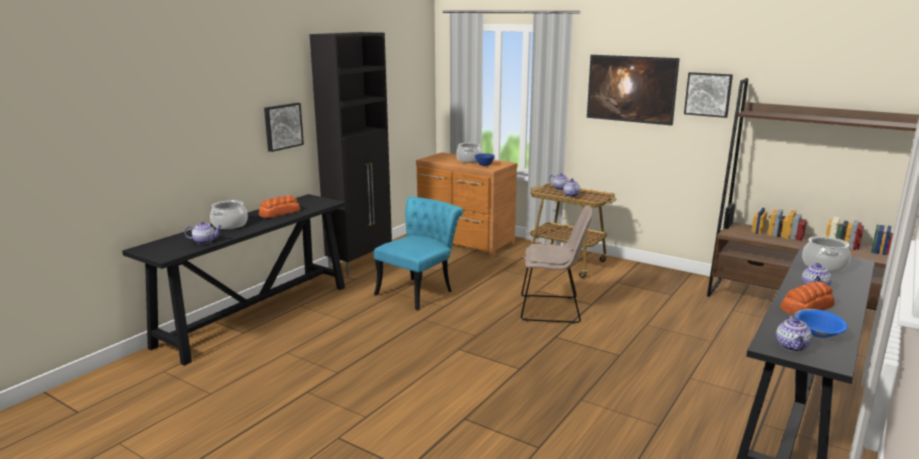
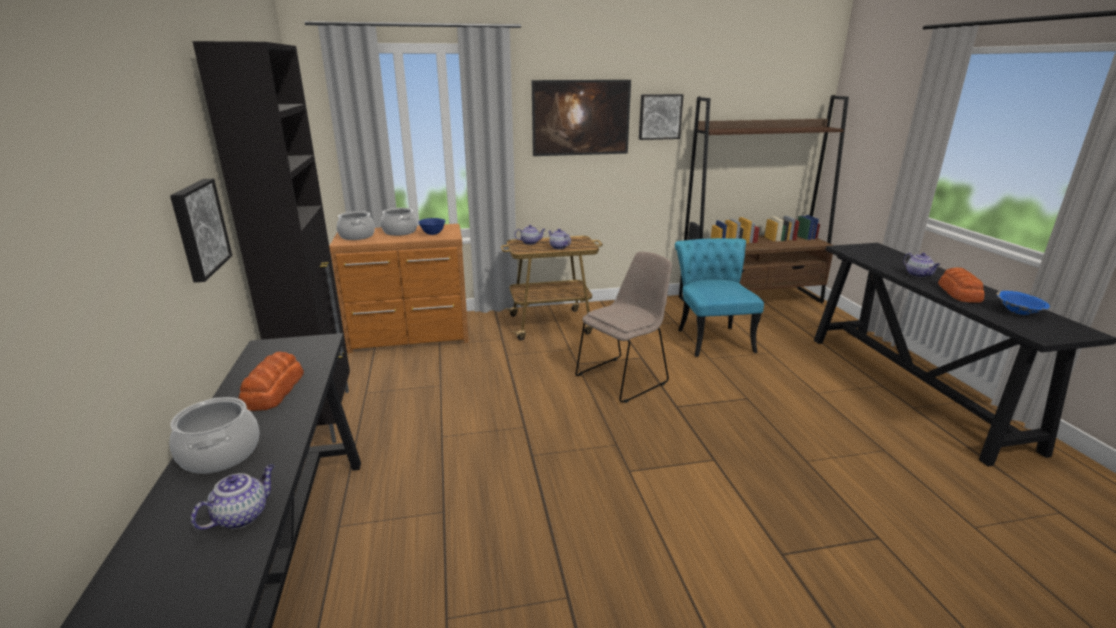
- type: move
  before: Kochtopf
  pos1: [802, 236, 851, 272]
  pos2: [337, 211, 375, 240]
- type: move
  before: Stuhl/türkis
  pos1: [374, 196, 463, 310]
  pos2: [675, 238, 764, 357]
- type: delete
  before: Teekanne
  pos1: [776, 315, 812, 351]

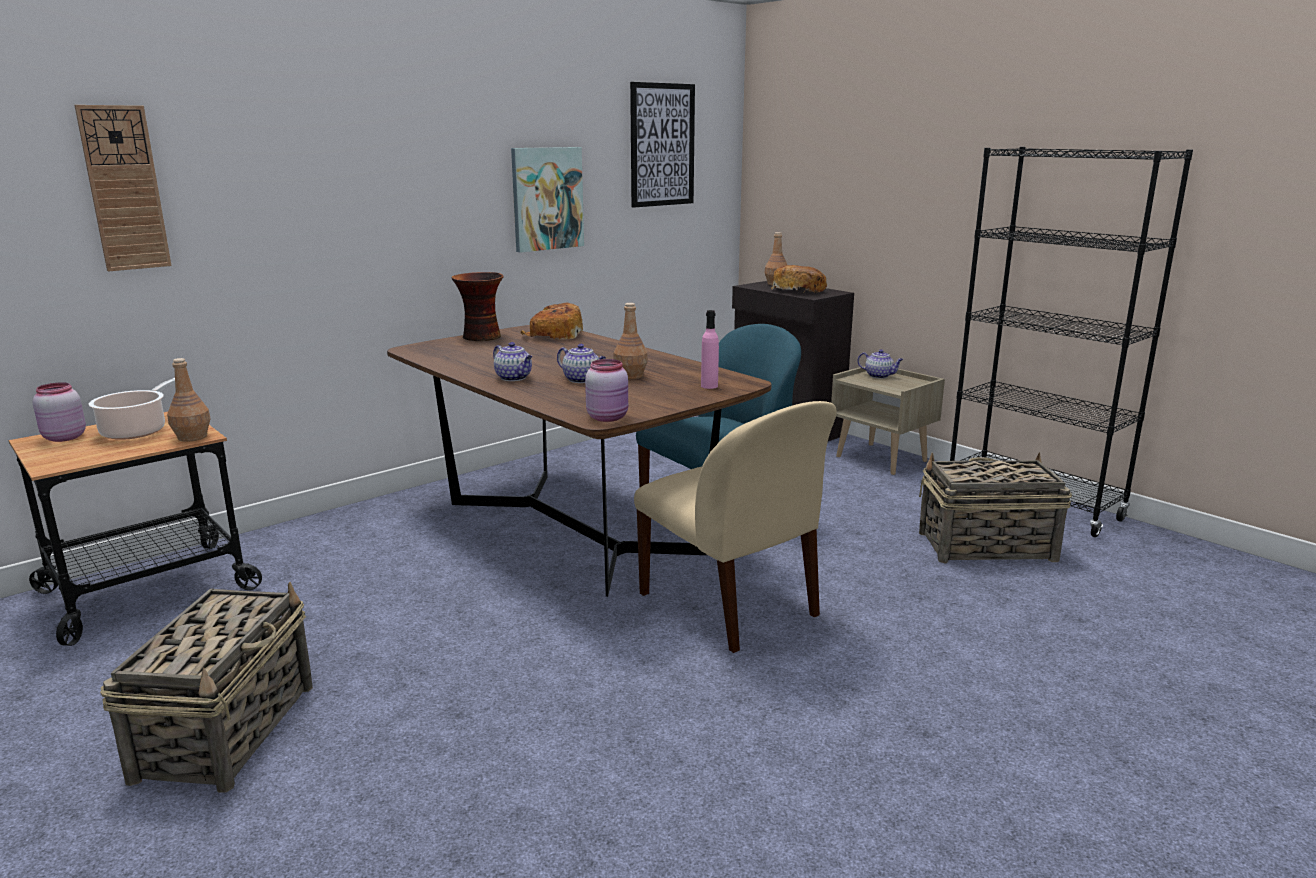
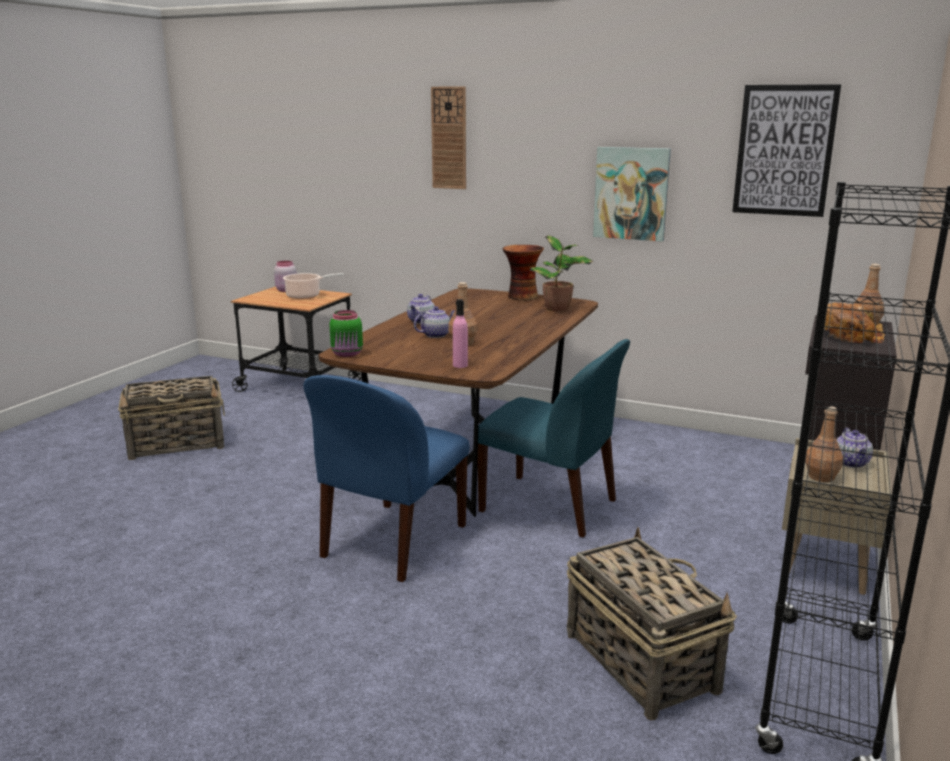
- type: recolor
  before: Stuhl/beige
  after: Stuhl/blau
  pos1: [634, 401, 837, 653]
  pos2: [303, 375, 470, 582]
- type: recolor
  before: Vorratsglas/rosa
  after: Vorratsglas/grün
  pos1: [585, 359, 628, 422]
  pos2: [330, 310, 363, 357]
- type: rotate
  before: Teekanne
  pos1: [557, 344, 606, 383]
  pos2: [414, 306, 455, 338]
  turn: -135
- type: move
  before: Wanduhr
  pos1: [75, 105, 172, 272]
  pos2: [431, 86, 466, 189]
- type: replace
  before: Brot
  after: Topfpflanze
  pos1: [521, 303, 583, 340]
  pos2: [530, 235, 593, 311]
- type: move
  before: Flasche/braun
  pos1: [167, 358, 211, 442]
  pos2: [805, 406, 843, 482]

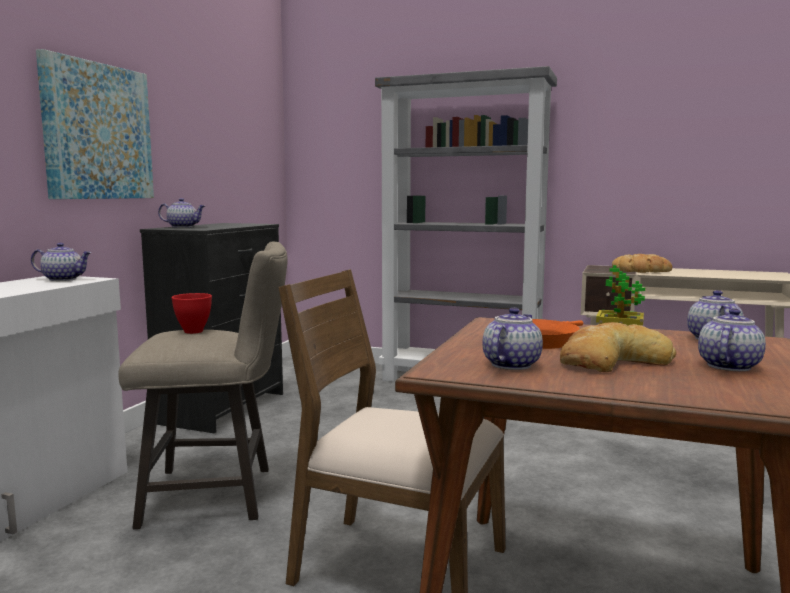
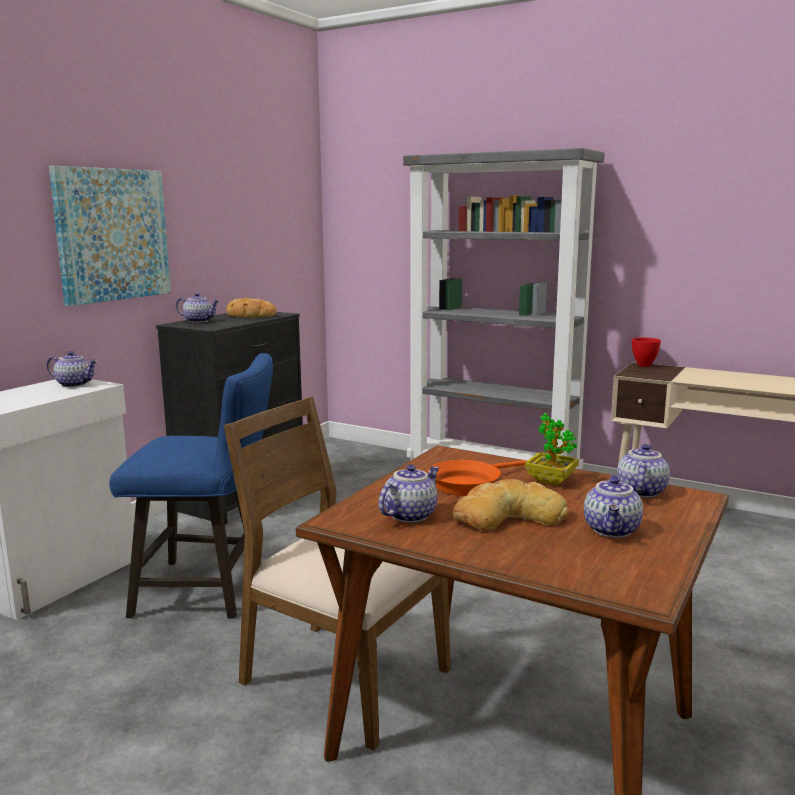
- type: recolor
  before: Hocker/beige
  after: Hocker/blau
  pos1: [118, 242, 288, 529]
  pos2: [109, 353, 273, 619]
- type: move
  before: Brot
  pos1: [612, 254, 672, 273]
  pos2: [226, 298, 277, 318]
- type: rotate
  before: Teekanne
  pos1: [698, 308, 766, 371]
  pos2: [584, 475, 643, 538]
  turn: 150
- type: move
  before: Schüssel/rot
  pos1: [172, 293, 212, 334]
  pos2: [632, 337, 661, 367]

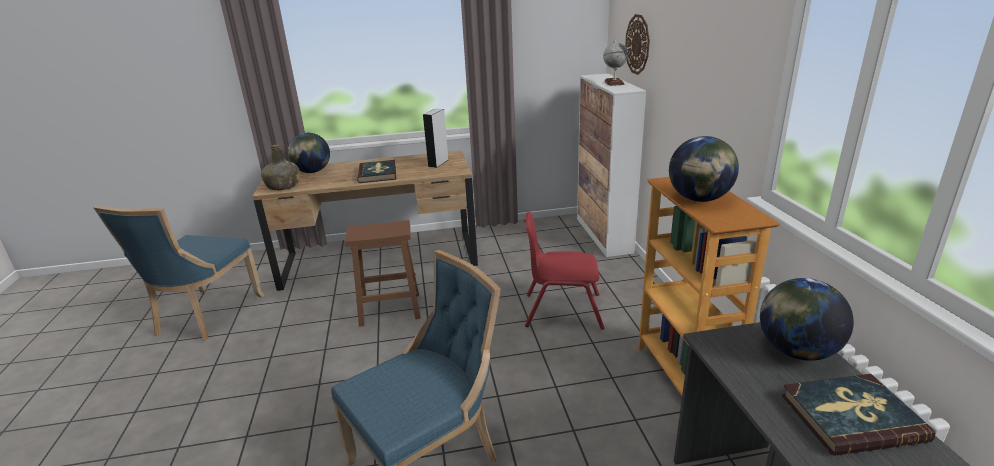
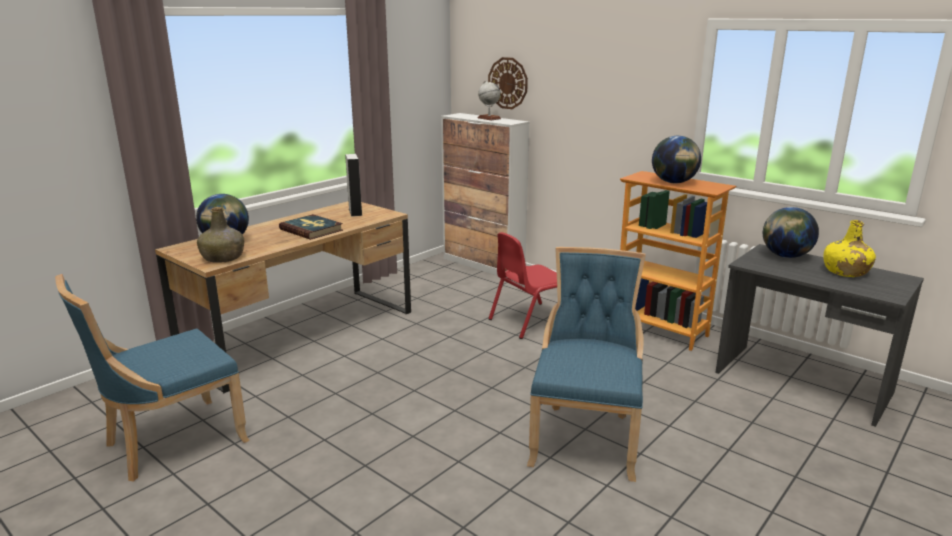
- type: rotate
  before: Stuhl/blau
  pos1: [94, 205, 265, 341]
  pos2: [55, 274, 250, 482]
  turn: 75
- type: replace
  before: Buch
  after: Flasche/gelb
  pos1: [781, 374, 935, 456]
  pos2: [823, 220, 876, 277]
- type: delete
  before: Hocker/braun
  pos1: [345, 220, 420, 327]

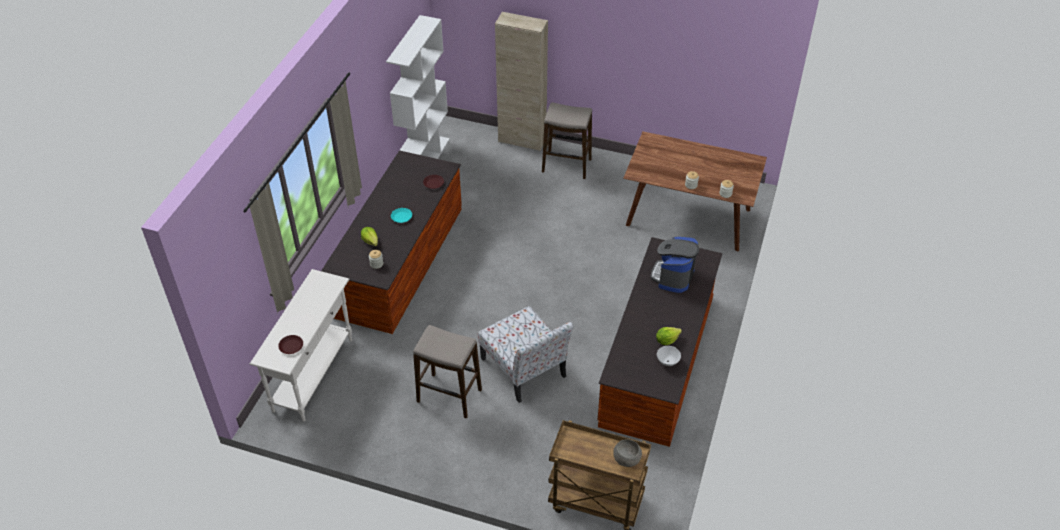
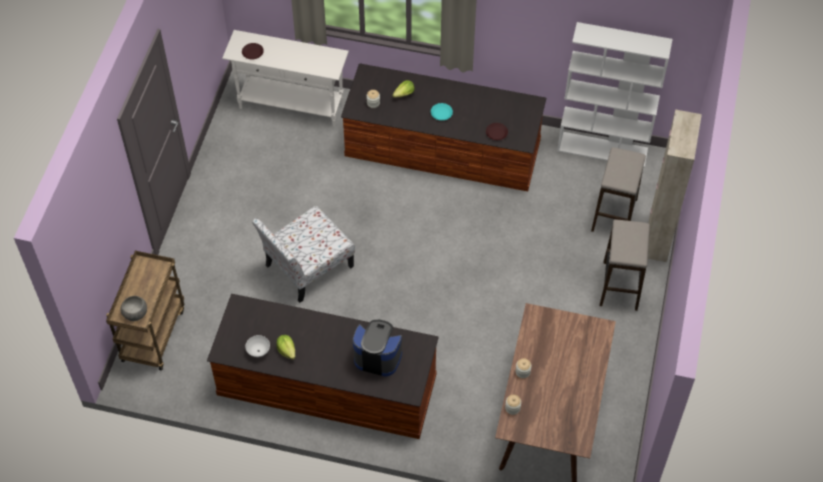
- type: move
  before: Hocker
  pos1: [413, 325, 482, 419]
  pos2: [591, 147, 646, 232]

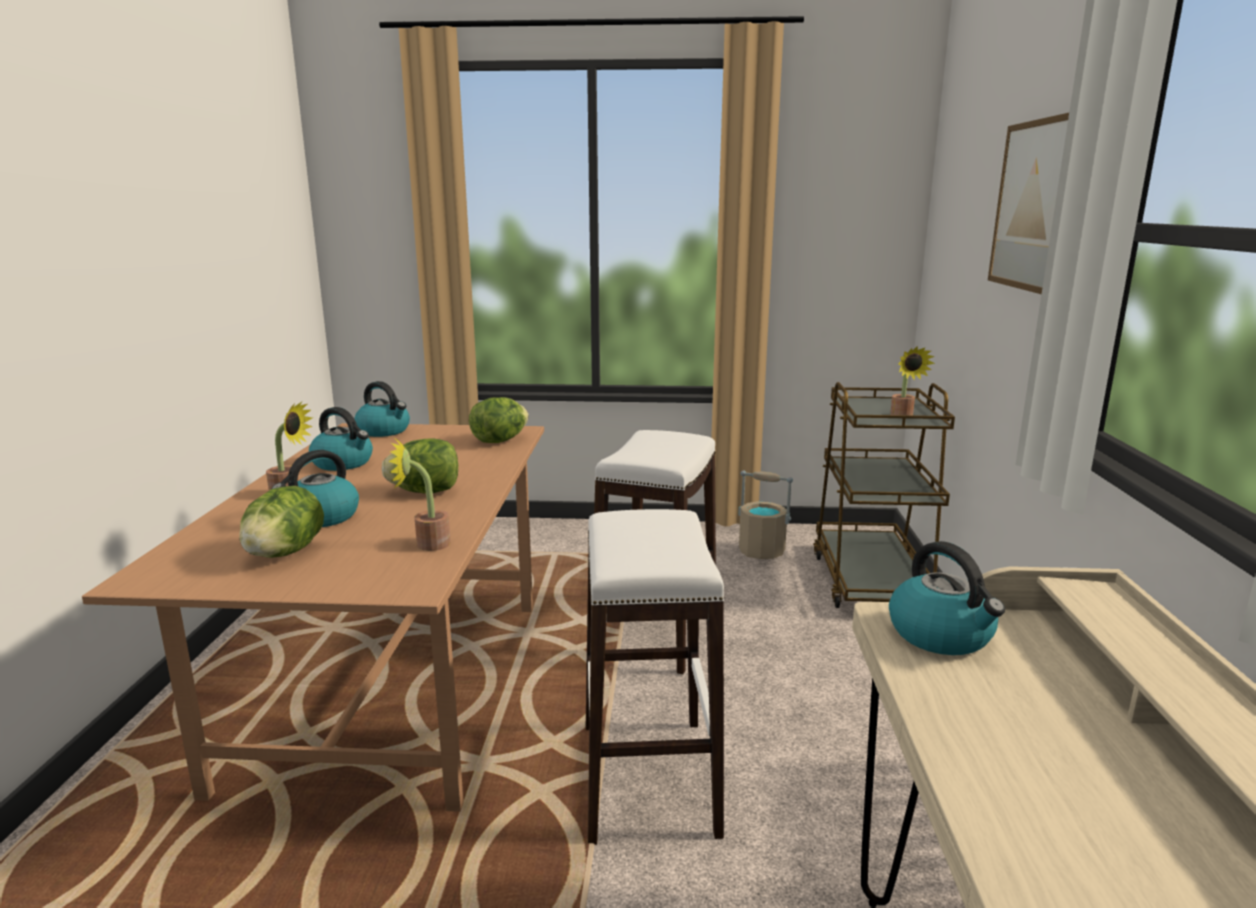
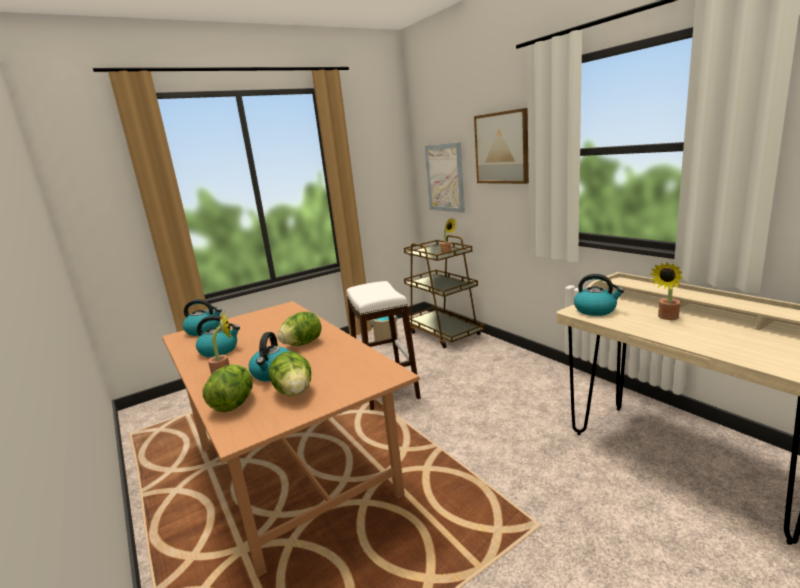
- type: move
  before: Salatkopf
  pos1: [469, 397, 529, 443]
  pos2: [202, 364, 253, 412]
- type: insert
  after: Bild
  pos2: [425, 142, 465, 213]
- type: move
  before: Topfpflanze
  pos1: [388, 439, 451, 551]
  pos2: [650, 262, 684, 320]
- type: delete
  before: Hocker/weiß
  pos1: [586, 509, 724, 845]

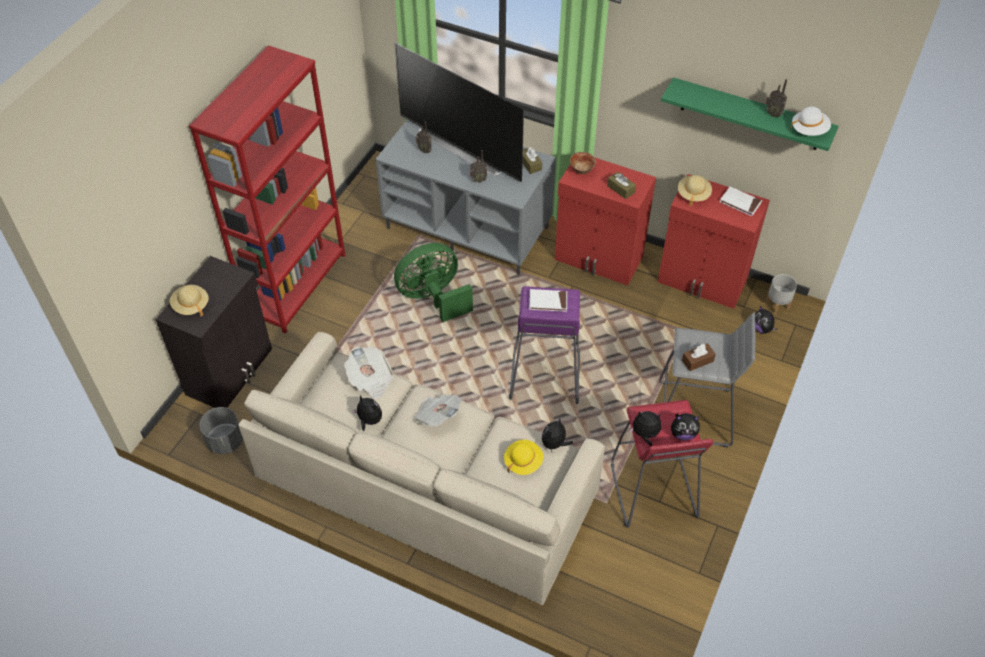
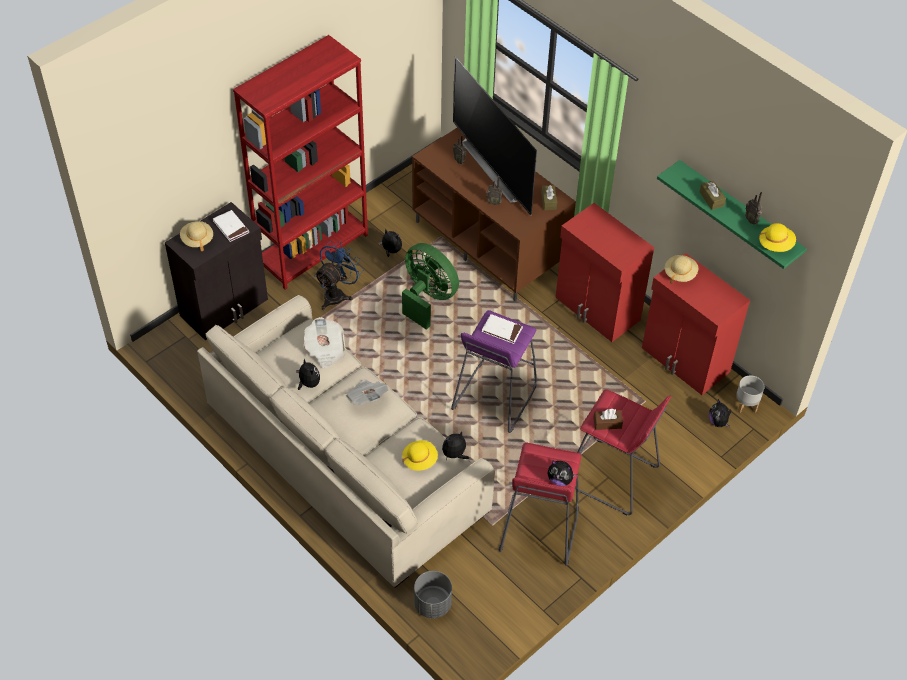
- type: move
  before: Buch/weiß
  pos1: [720, 187, 762, 216]
  pos2: [213, 210, 249, 242]
- type: insert
  after: Ventilator/blau
  pos2: [314, 241, 364, 310]
- type: move
  before: Plüschtier
  pos1: [629, 411, 661, 446]
  pos2: [378, 228, 402, 257]
- type: rotate
  before: Ventilator/grün
  pos1: [394, 243, 473, 322]
  pos2: [402, 243, 459, 330]
  turn: 45
- type: recolor
  before: Fernsehschrank/grau
  after: Fernsehschrank/braun
  pos1: [375, 120, 556, 275]
  pos2: [412, 128, 576, 301]
- type: move
  before: Pflanzkübel/grau
  pos1: [200, 407, 243, 454]
  pos2: [414, 571, 452, 619]
- type: recolor
  before: Hocker/grau
  after: Hocker/rot
  pos1: [659, 313, 755, 447]
  pos2: [575, 389, 671, 516]
- type: move
  before: Taschentuchbox/braun
  pos1: [607, 172, 636, 199]
  pos2: [700, 180, 726, 210]
- type: recolor
  before: Hut/weiß
  after: Hut/gelb
  pos1: [790, 106, 831, 136]
  pos2: [758, 223, 796, 252]
- type: delete
  before: Schüssel
  pos1: [570, 152, 596, 174]

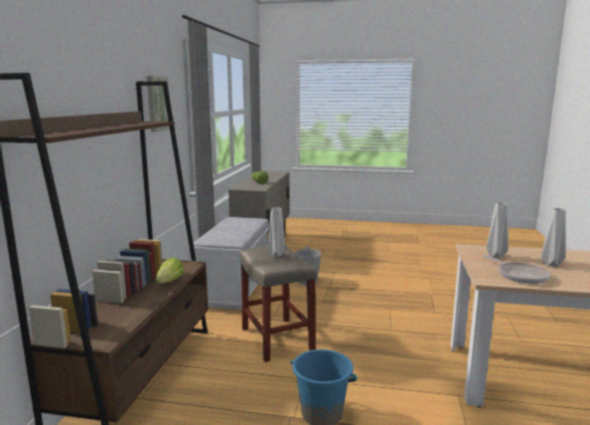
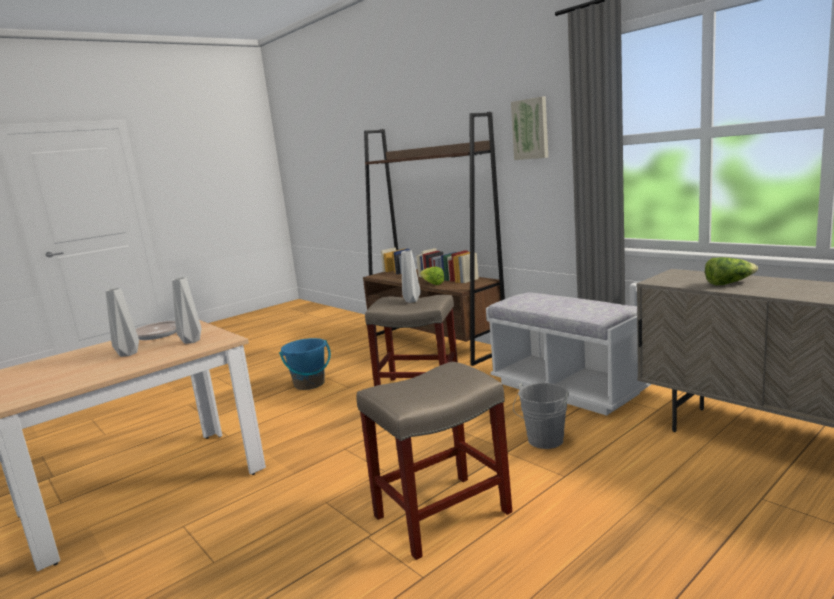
- type: insert
  after: Hocker/beige
  pos2: [356, 361, 512, 560]

